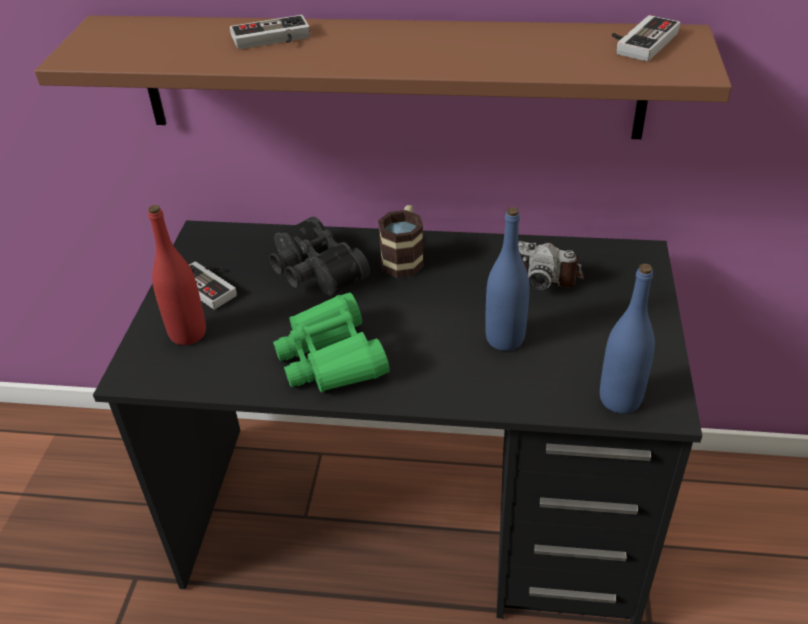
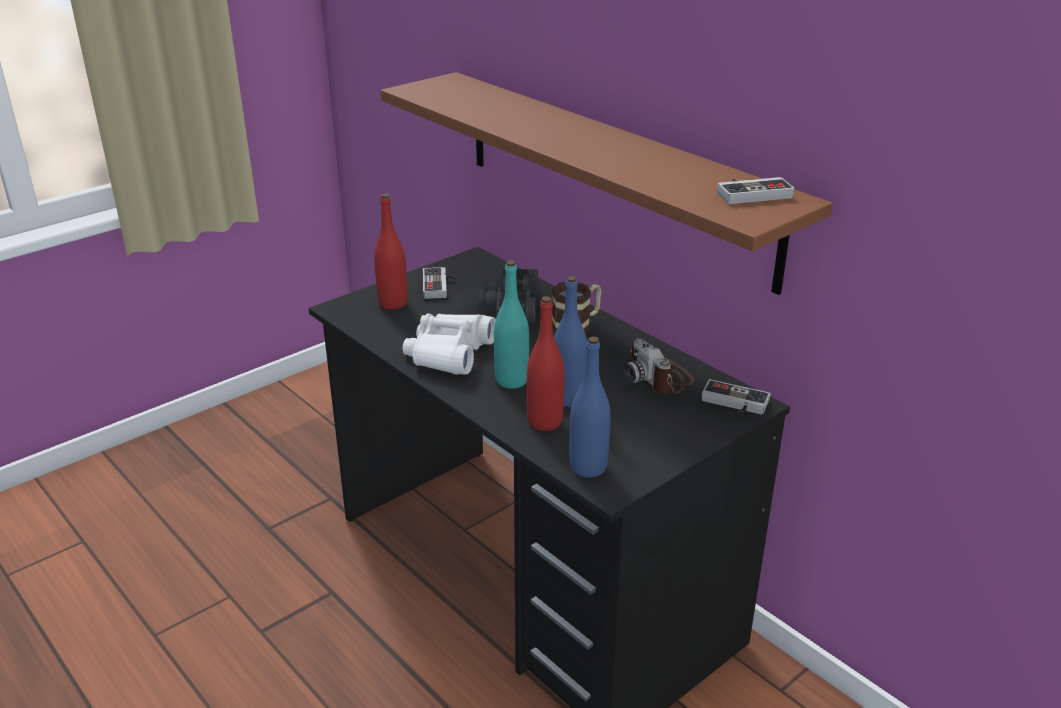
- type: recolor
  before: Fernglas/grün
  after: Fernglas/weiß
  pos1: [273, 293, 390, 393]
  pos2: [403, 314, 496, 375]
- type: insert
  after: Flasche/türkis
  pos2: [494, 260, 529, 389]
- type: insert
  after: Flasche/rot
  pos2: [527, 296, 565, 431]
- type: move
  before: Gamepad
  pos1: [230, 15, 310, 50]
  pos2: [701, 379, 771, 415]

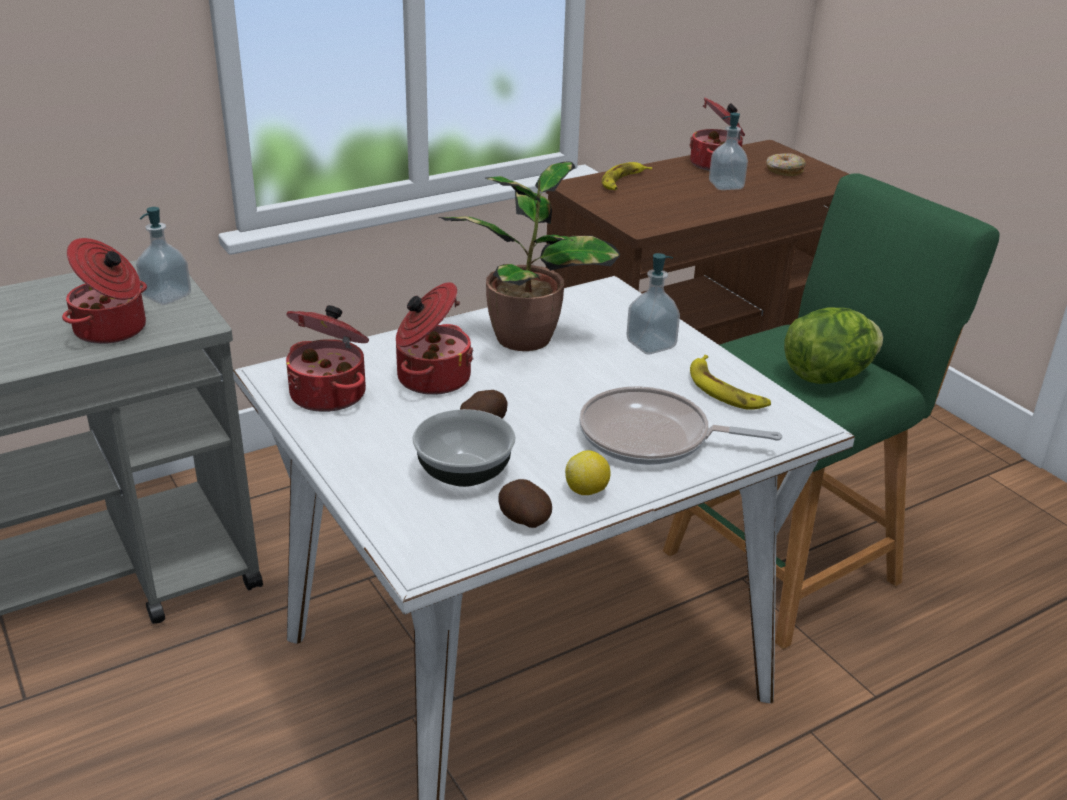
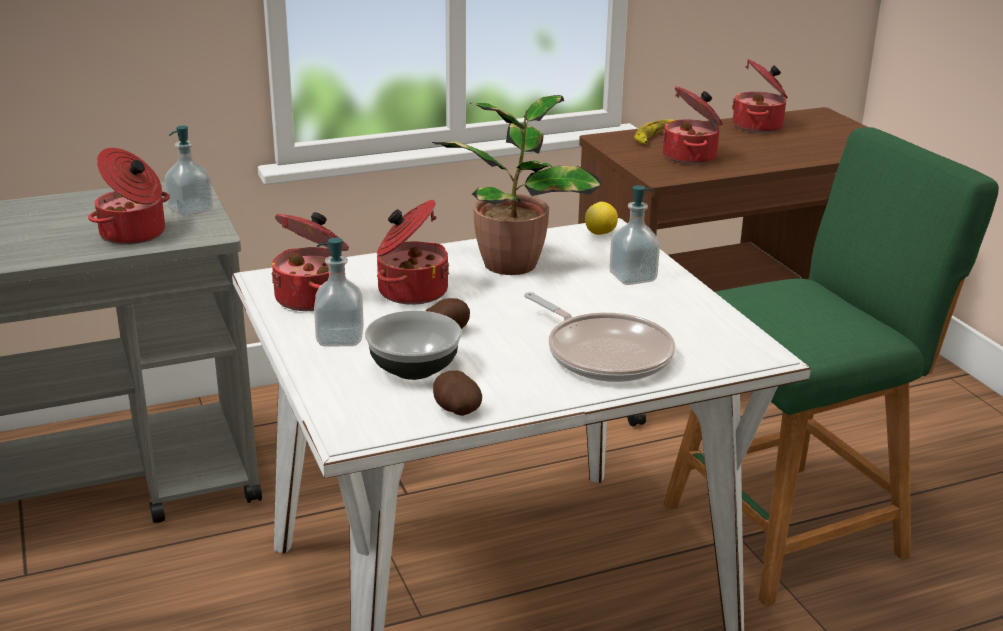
- type: move
  before: Seifenspender
  pos1: [709, 113, 748, 190]
  pos2: [314, 238, 364, 347]
- type: rotate
  before: Pfanne
  pos1: [579, 386, 782, 465]
  pos2: [524, 292, 675, 382]
  turn: -150
- type: move
  before: Zitrone
  pos1: [565, 450, 610, 495]
  pos2: [585, 202, 618, 235]
- type: insert
  after: Kochtopf
  pos2: [661, 86, 723, 165]
- type: delete
  before: Banane
  pos1: [690, 355, 771, 410]
- type: delete
  before: Donut
  pos1: [766, 153, 806, 176]
- type: delete
  before: Salatkopf
  pos1: [784, 308, 883, 384]

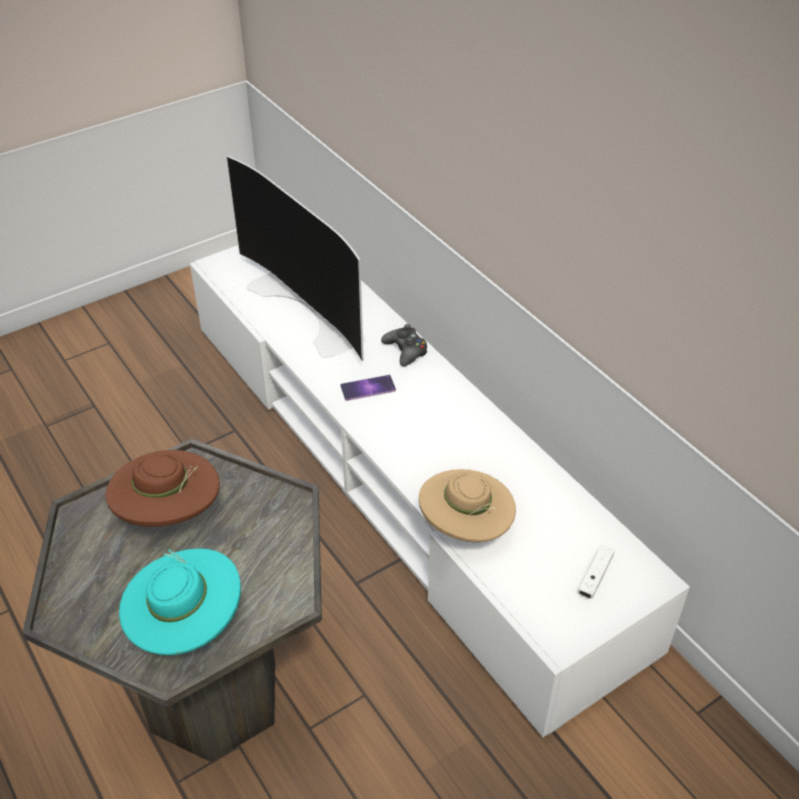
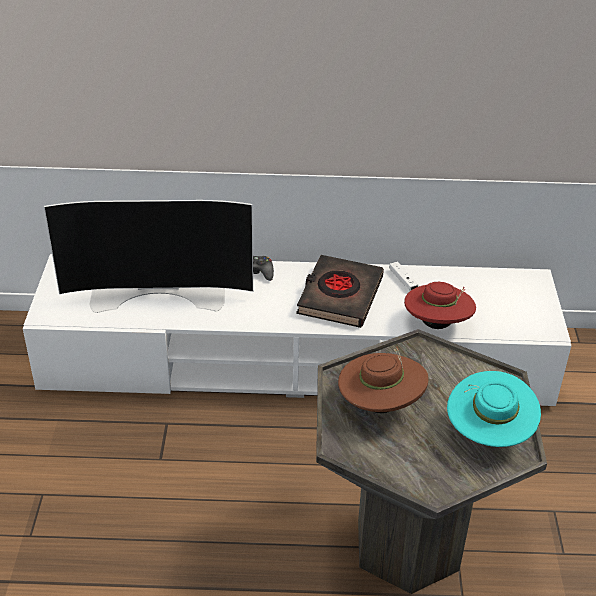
- type: insert
  after: Buch/schwarz
  pos2: [296, 255, 384, 328]
- type: move
  before: Gamepad/weiß
  pos1: [578, 545, 615, 599]
  pos2: [389, 262, 419, 291]
- type: recolor
  before: Hut/beige
  after: Hut/rot
  pos1: [419, 469, 516, 542]
  pos2: [404, 282, 476, 329]
- type: delete
  before: Handy
  pos1: [340, 375, 396, 401]

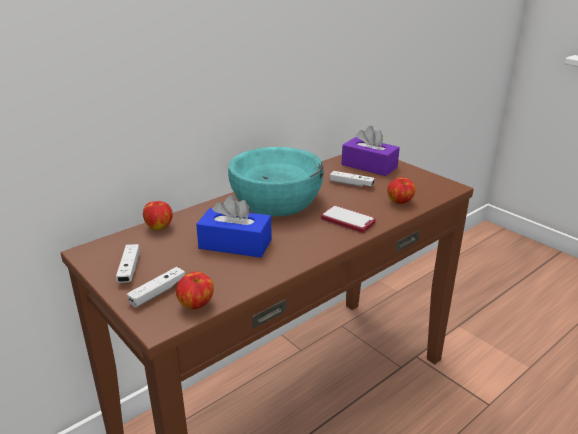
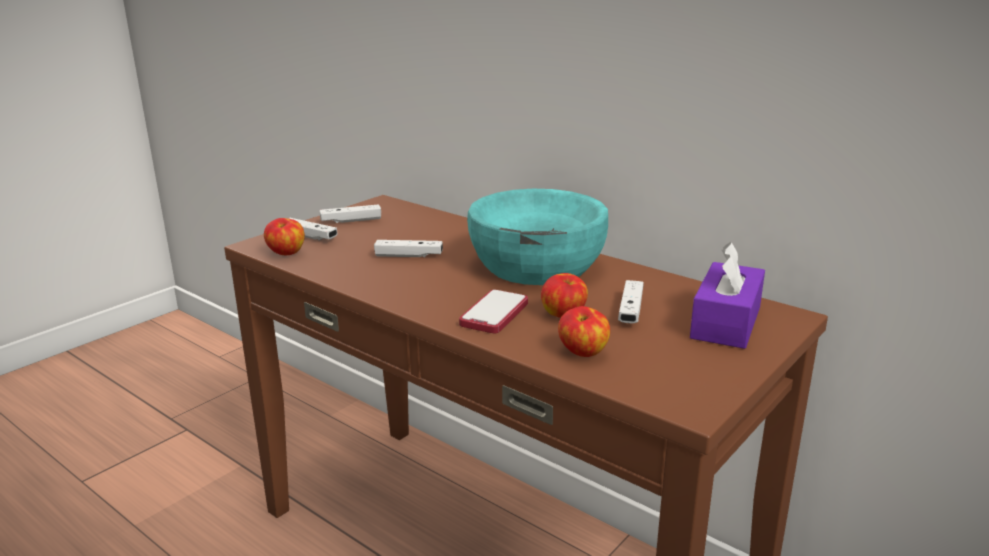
- type: replace
  before: Taschentuchbox/blau
  after: Gamepad/weiß
  pos1: [196, 195, 272, 258]
  pos2: [374, 240, 443, 258]
- type: move
  before: Apfel
  pos1: [143, 201, 173, 230]
  pos2: [541, 273, 588, 318]

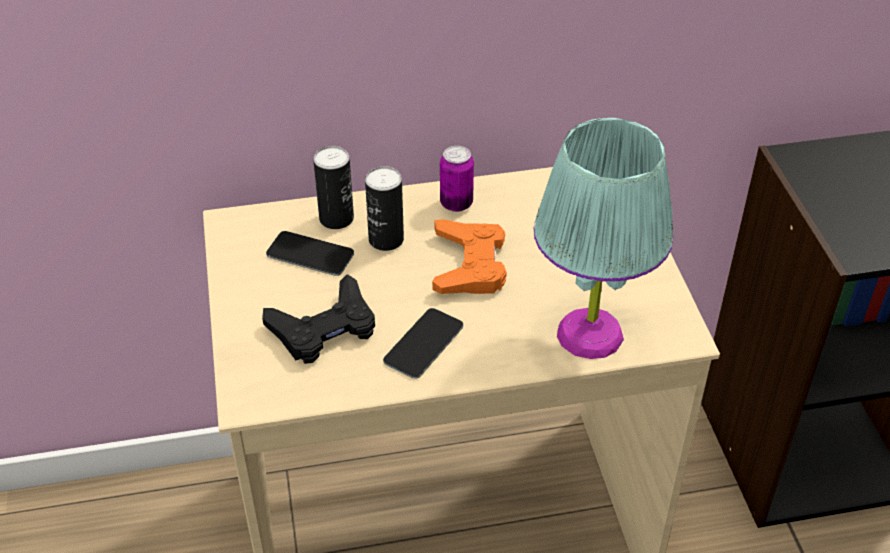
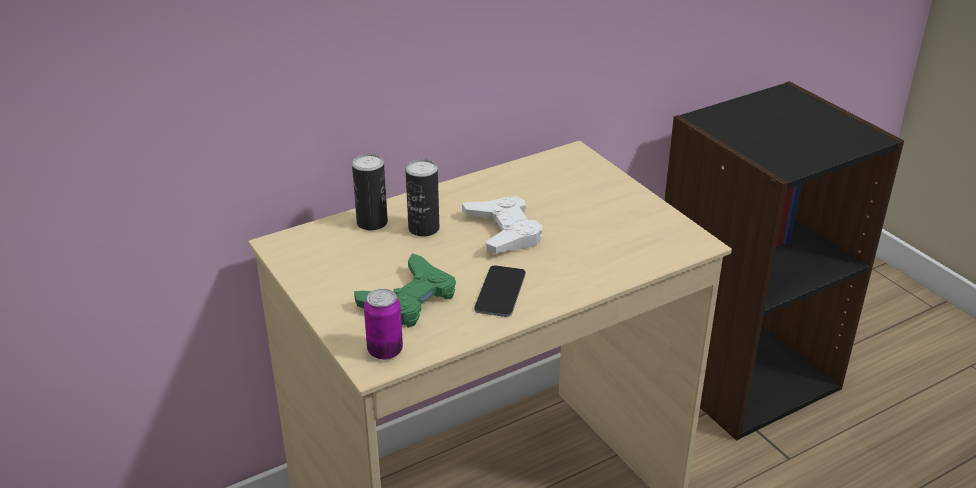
- type: recolor
  before: Gamepad/schwarz
  after: Gamepad/grün
  pos1: [262, 274, 375, 364]
  pos2: [354, 253, 456, 328]
- type: move
  before: Dose
  pos1: [440, 146, 474, 212]
  pos2: [364, 289, 403, 360]
- type: recolor
  before: Gamepad/orange
  after: Gamepad/weiß
  pos1: [432, 219, 507, 294]
  pos2: [462, 196, 542, 253]
- type: delete
  before: Handy
  pos1: [266, 231, 354, 276]
- type: delete
  before: Tischlampe/türkis
  pos1: [534, 118, 673, 359]

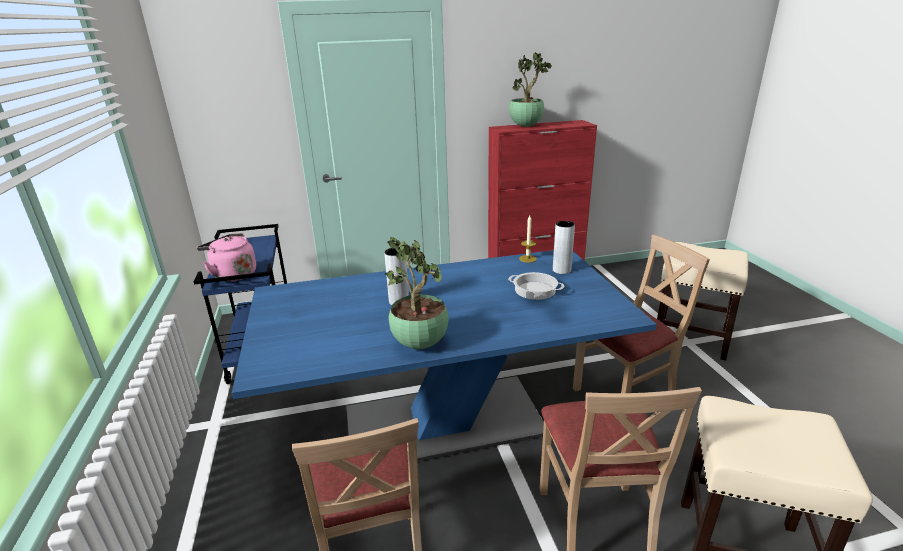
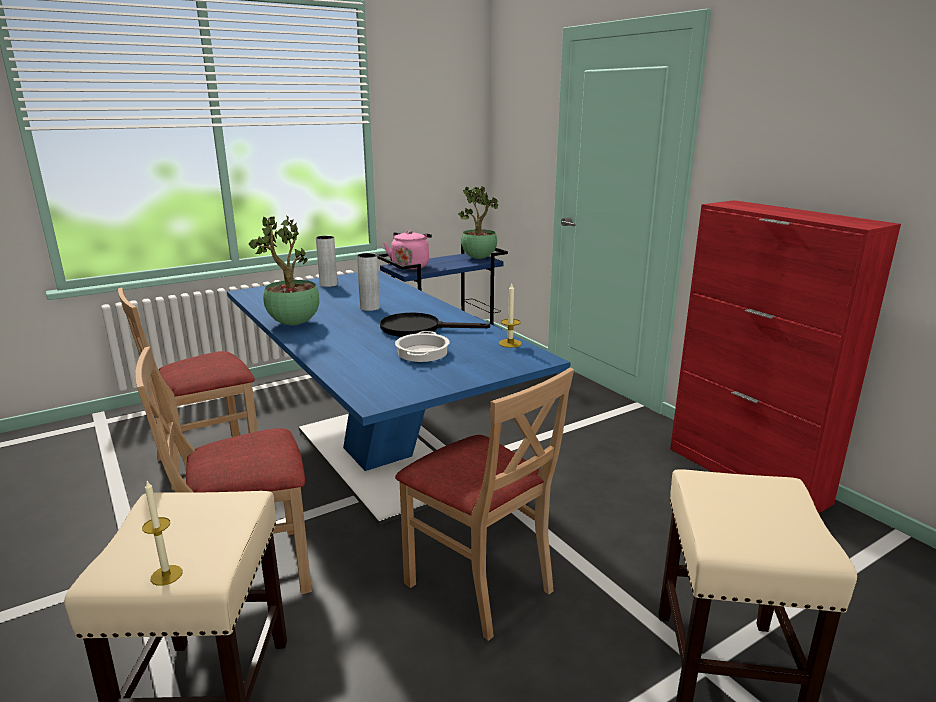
- type: insert
  after: Kerze
  pos2: [142, 481, 182, 586]
- type: move
  before: Vase/grau
  pos1: [553, 221, 575, 274]
  pos2: [316, 236, 338, 287]
- type: insert
  after: Pfanne/schwarz
  pos2: [380, 313, 490, 337]
- type: move
  before: Topfpflanze
  pos1: [509, 52, 552, 127]
  pos2: [458, 186, 498, 259]

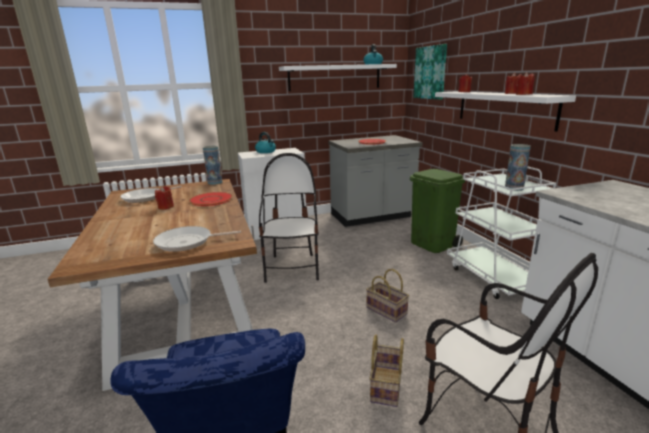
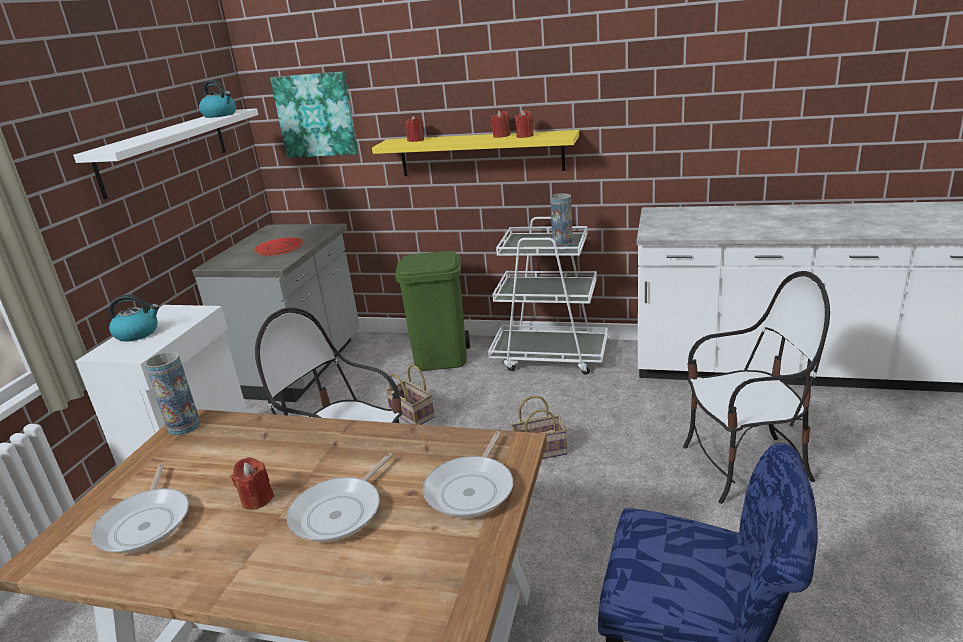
- type: insert
  after: Pfanne
  pos2: [286, 453, 393, 542]
- type: recolor
  before: Wandregal/weiß
  after: Wandregal/gelb
  pos1: [435, 91, 576, 132]
  pos2: [372, 130, 579, 176]
- type: move
  before: Korb
  pos1: [369, 335, 404, 407]
  pos2: [386, 365, 435, 425]
- type: delete
  before: Teller/rot
  pos1: [189, 192, 233, 206]

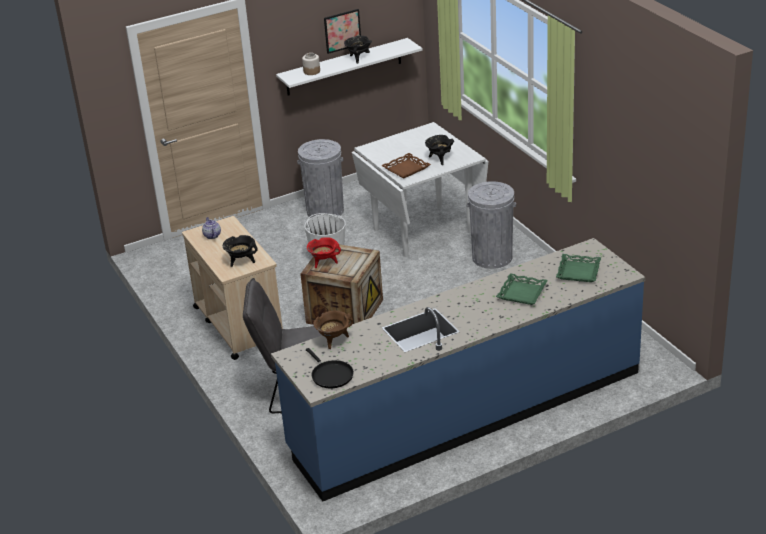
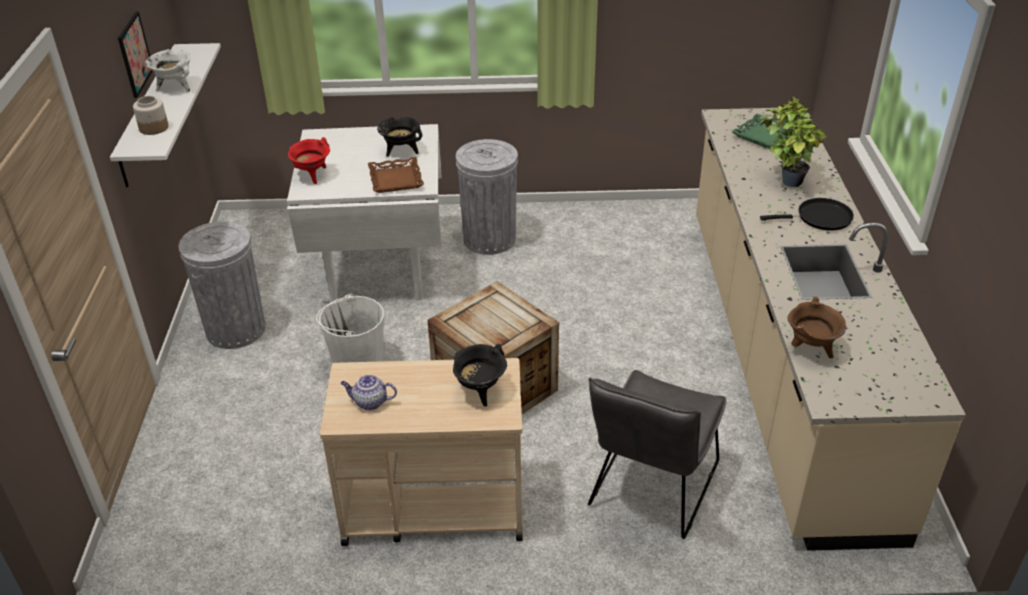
- type: recolor
  before: Kochtopf/schwarz
  after: Kochtopf/weiß
  pos1: [344, 36, 372, 64]
  pos2: [145, 49, 190, 92]
- type: move
  before: Kochtopf/rot
  pos1: [307, 237, 341, 268]
  pos2: [288, 137, 330, 184]
- type: recolor
  before: Küchenzeile/blau
  after: Küchenzeile/beige
  pos1: [271, 238, 645, 501]
  pos2: [696, 108, 966, 551]
- type: replace
  before: Tablett/grün
  after: Topfpflanze
  pos1: [496, 273, 548, 305]
  pos2: [760, 97, 827, 187]
- type: move
  before: Pfanne/schwarz
  pos1: [306, 348, 354, 388]
  pos2: [760, 198, 854, 231]

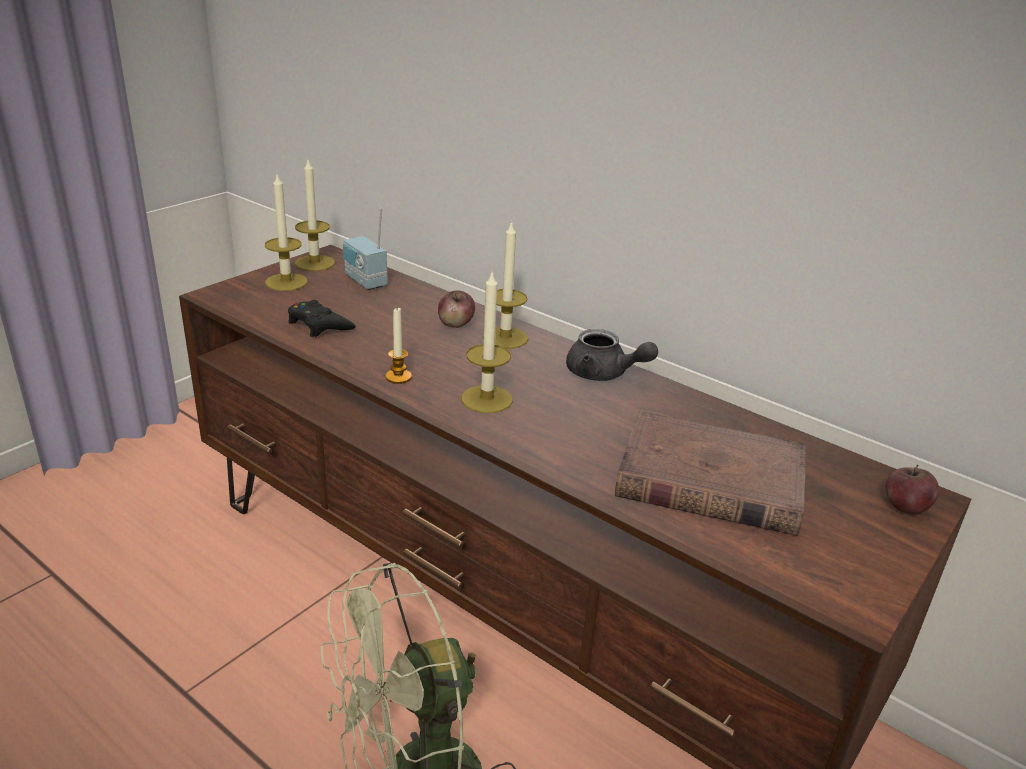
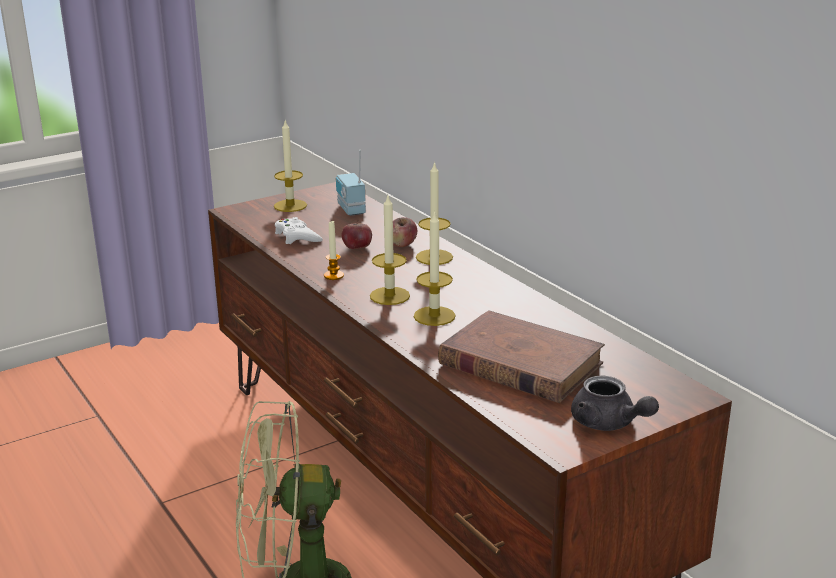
- type: recolor
  before: Gamepad/schwarz
  after: Gamepad/weiß
  pos1: [288, 300, 356, 337]
  pos2: [275, 217, 323, 244]
- type: move
  before: Apfel
  pos1: [886, 465, 939, 514]
  pos2: [342, 220, 372, 249]
- type: move
  before: Kerze
  pos1: [295, 160, 335, 271]
  pos2: [414, 210, 456, 326]
- type: move
  before: Teekanne/grau
  pos1: [566, 329, 658, 381]
  pos2: [571, 376, 659, 431]

